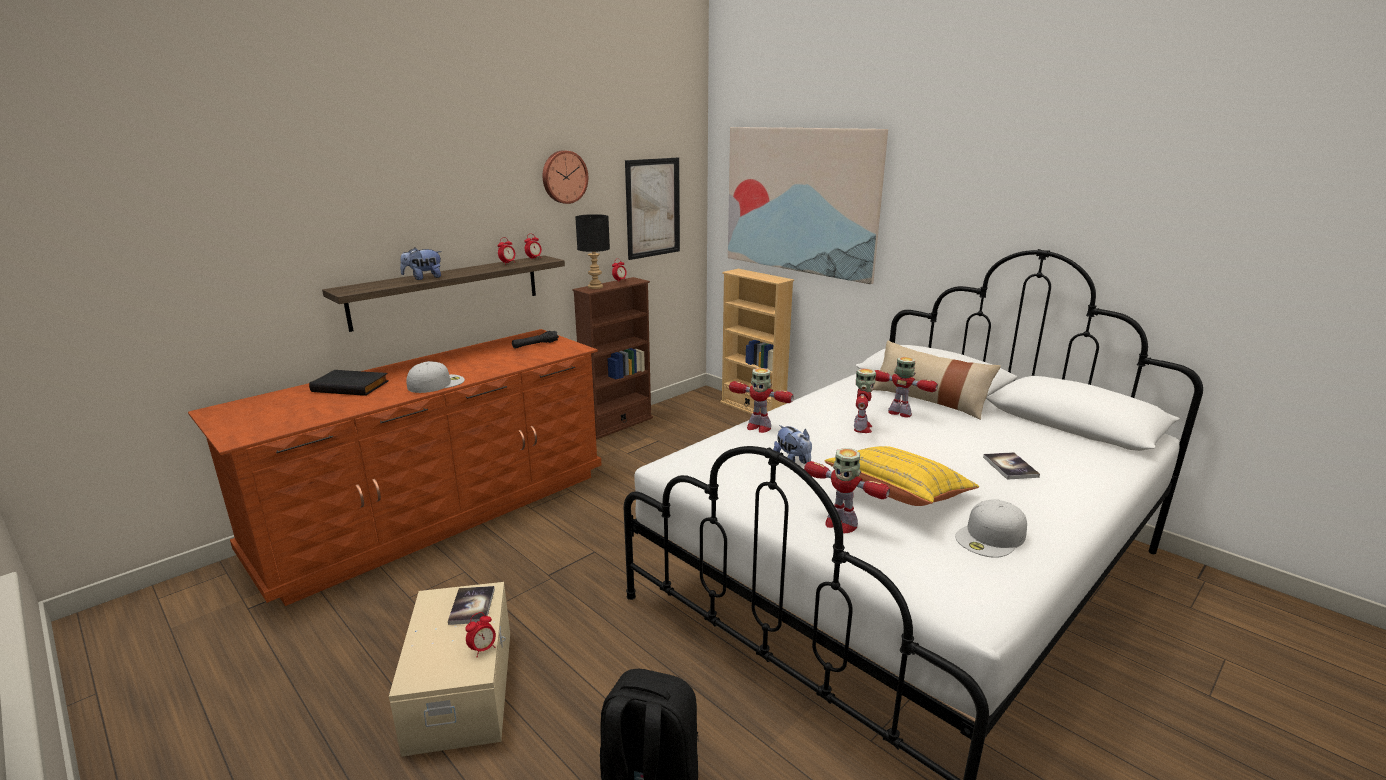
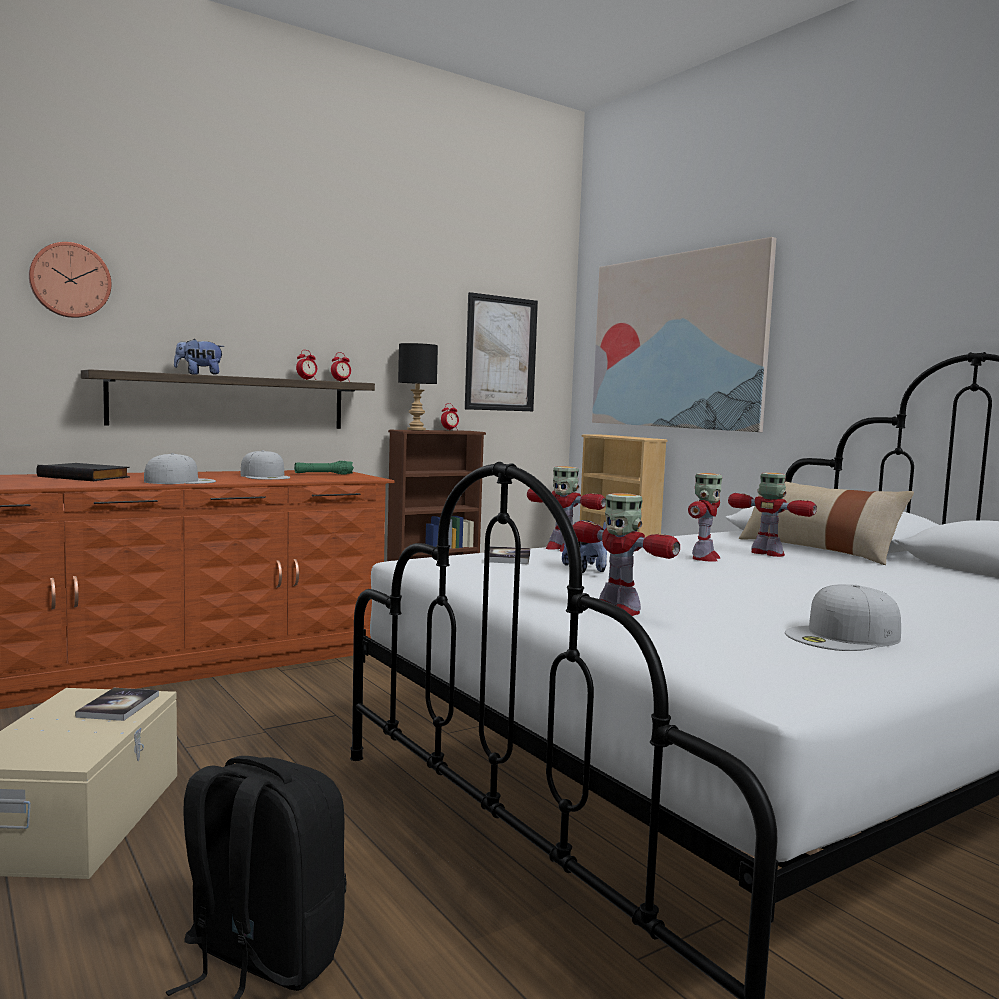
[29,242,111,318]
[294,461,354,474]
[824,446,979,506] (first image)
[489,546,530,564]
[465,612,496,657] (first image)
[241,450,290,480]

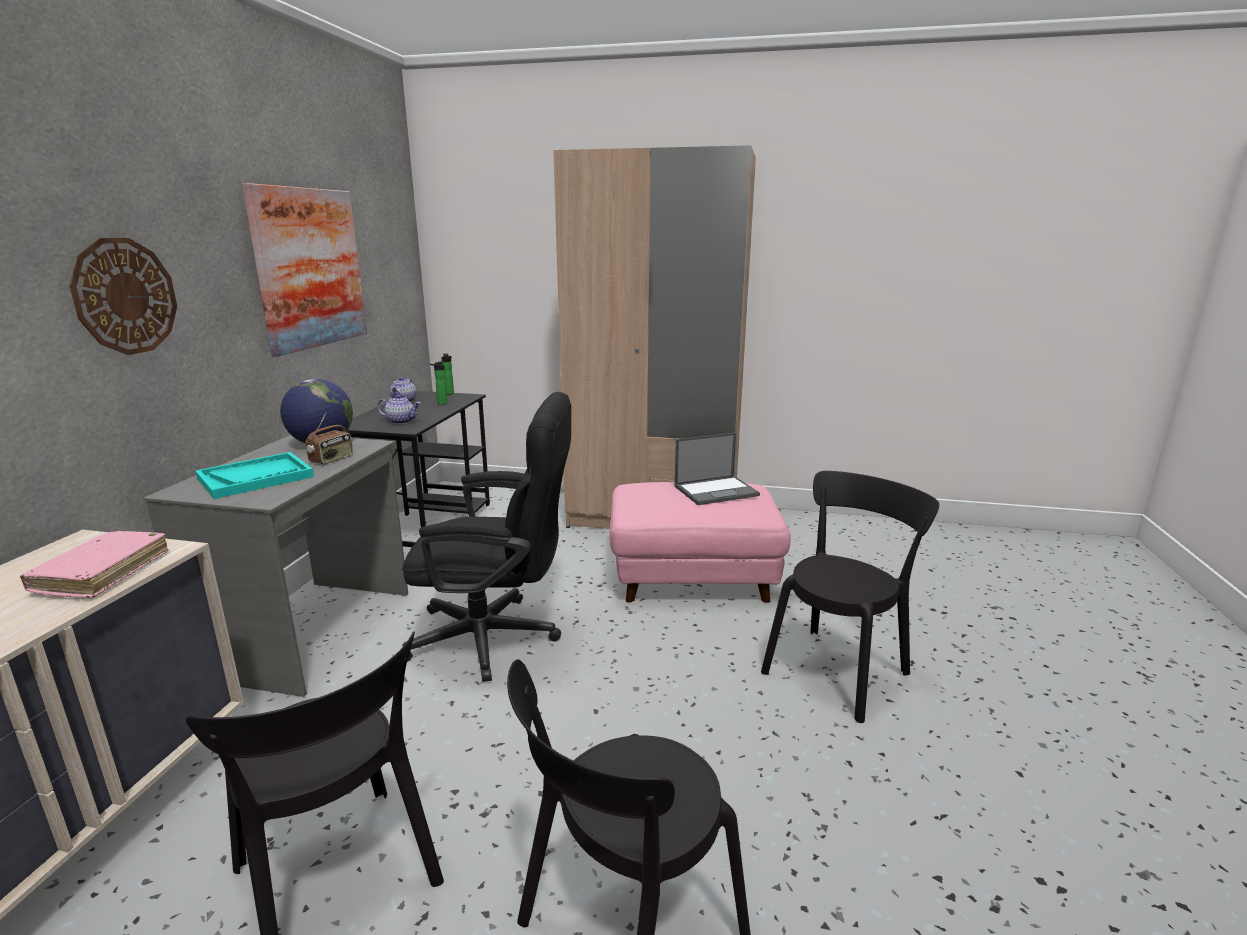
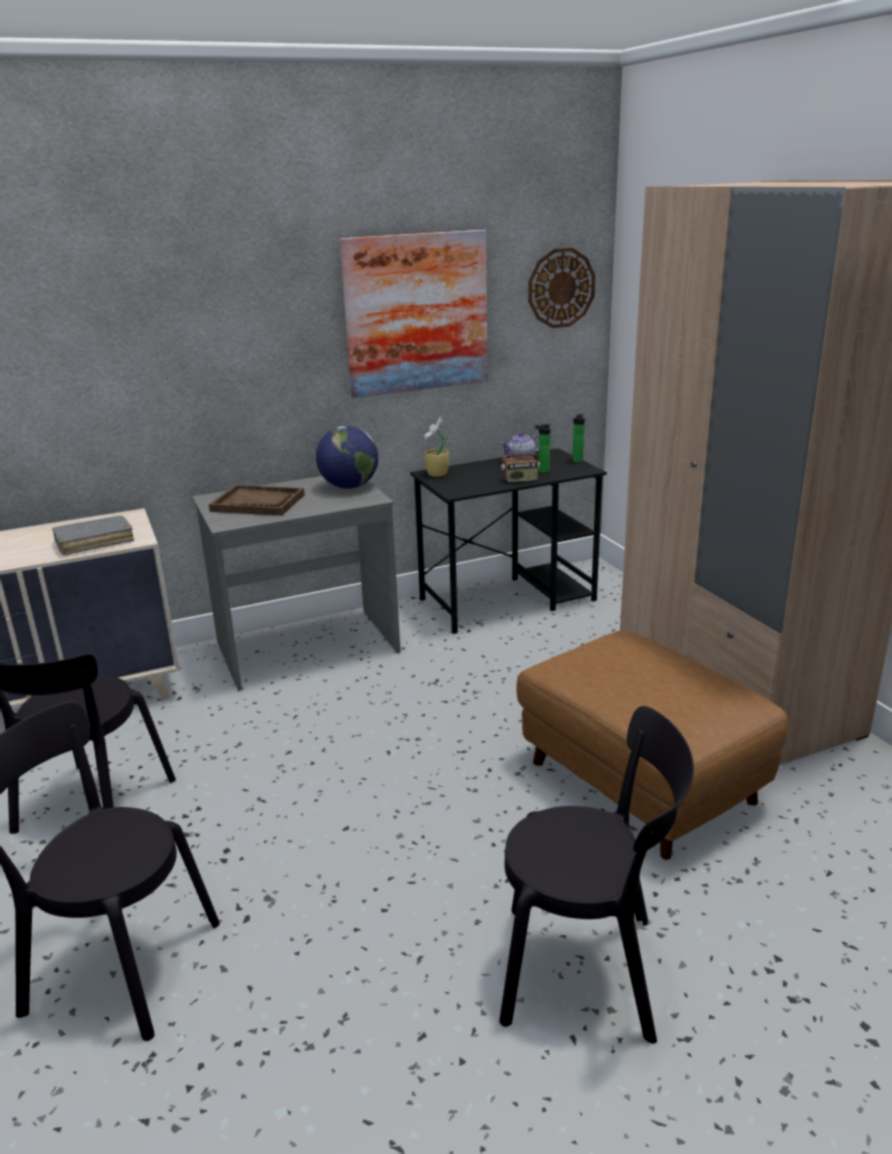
[528,248,595,328]
[402,392,571,682] (first image)
[377,395,421,424] (first image)
[501,440,540,482]
[675,433,760,505] (first image)
[209,485,305,516]
[516,630,789,860]
[52,516,134,555]
[423,416,449,477]

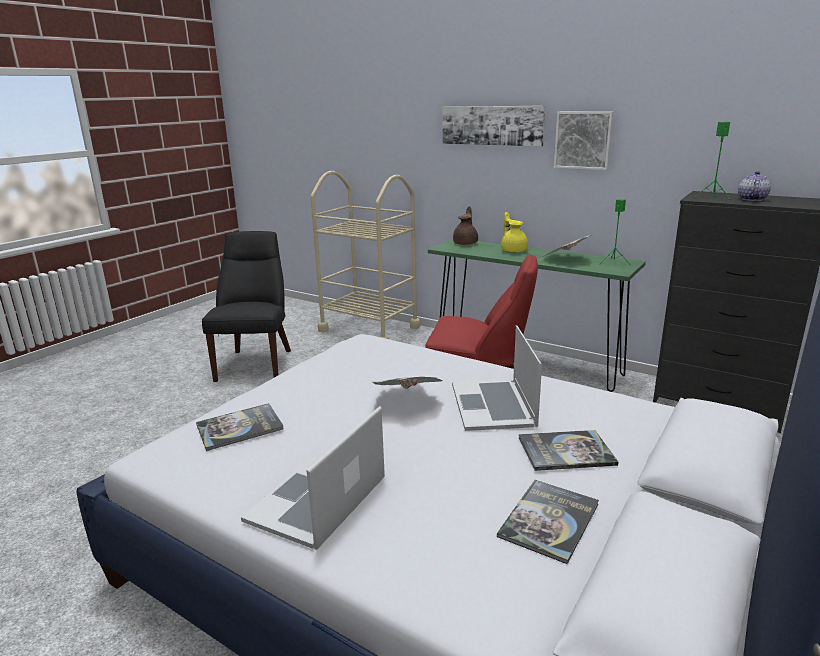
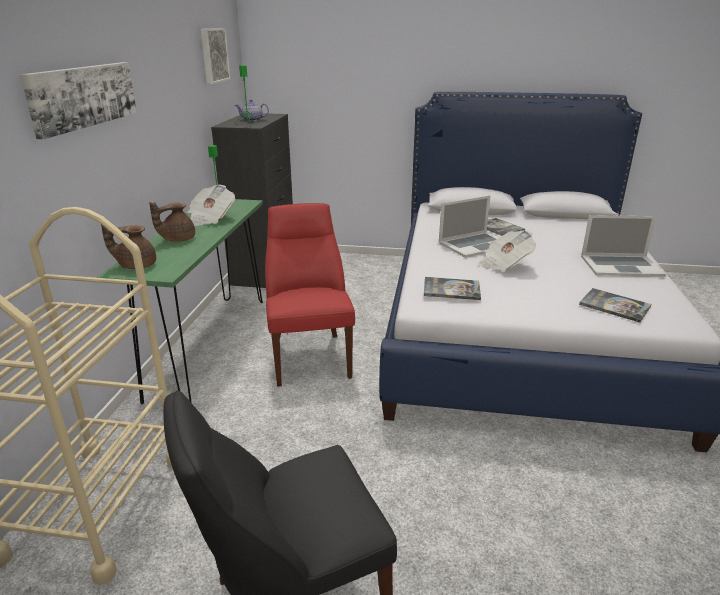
[201,28,231,84]
[149,202,195,242]
[424,277,481,300]

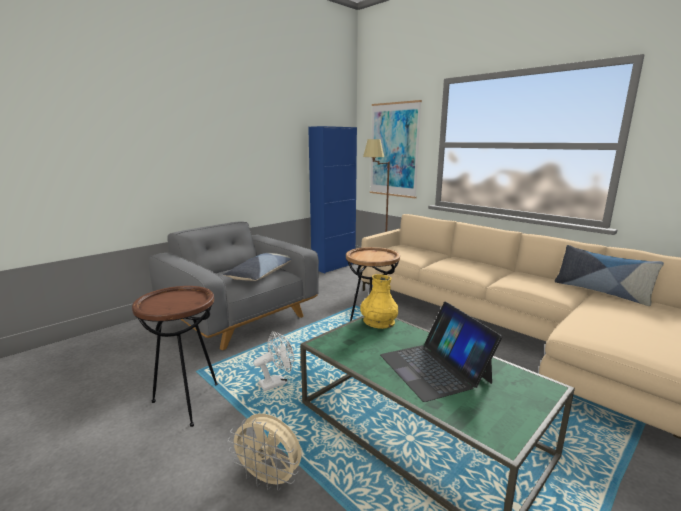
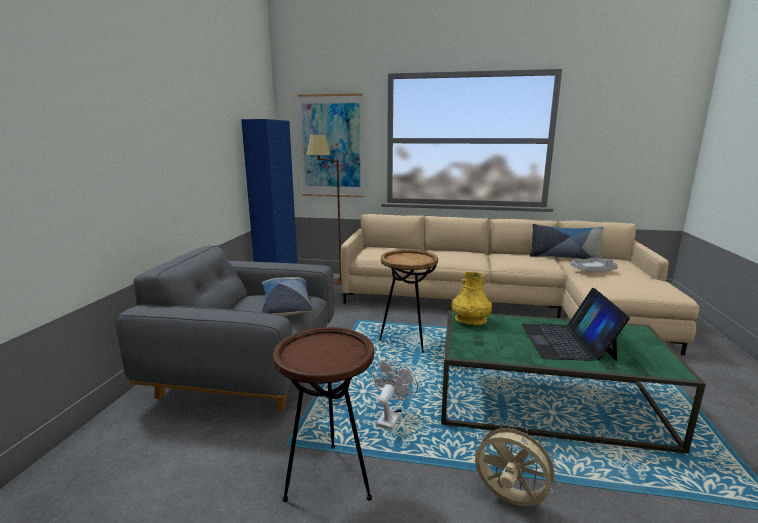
[521,288,630,361]
[475,422,561,506]
[570,258,618,271]

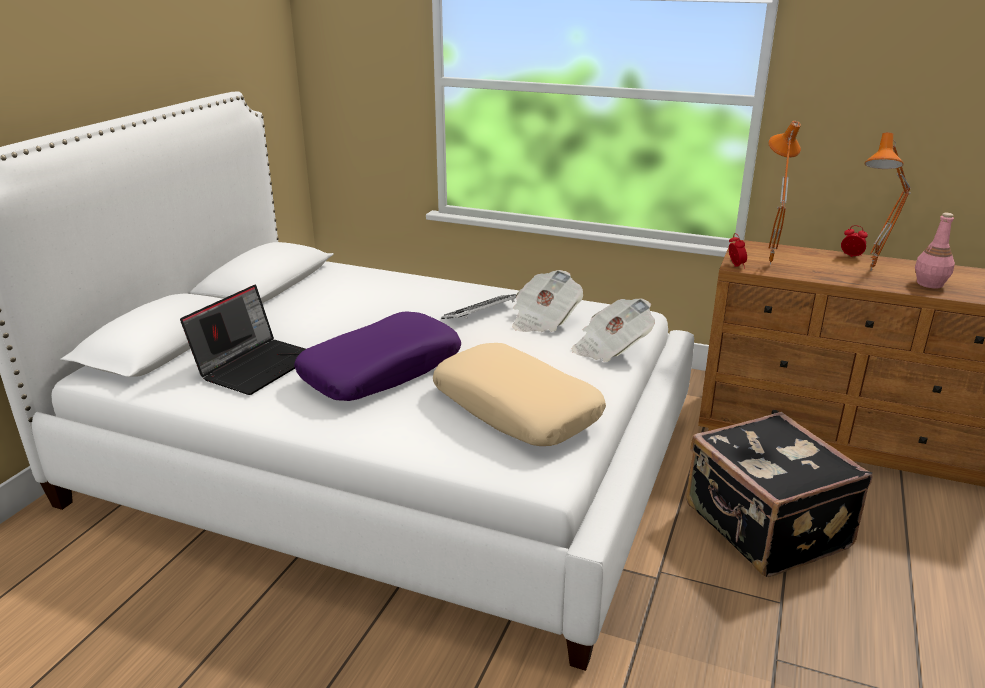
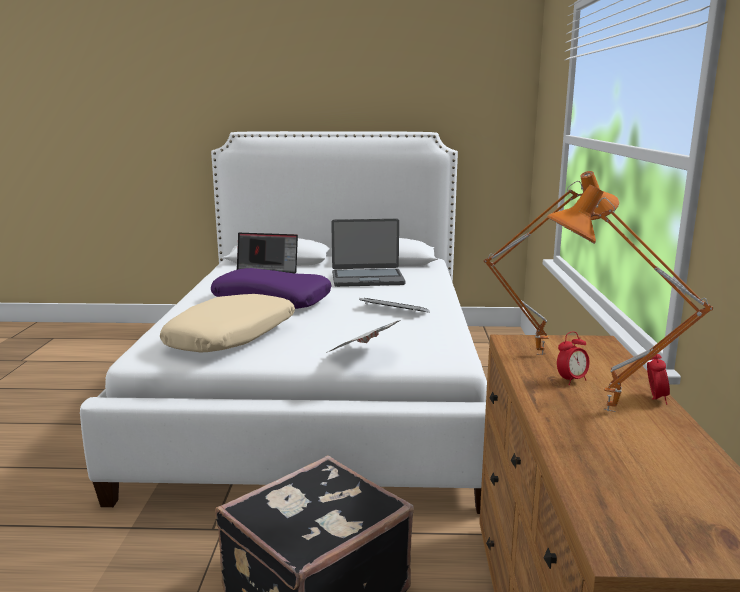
[915,213,955,289] (first image)
[557,331,590,385]
[512,270,583,332] (first image)
[331,219,406,287]

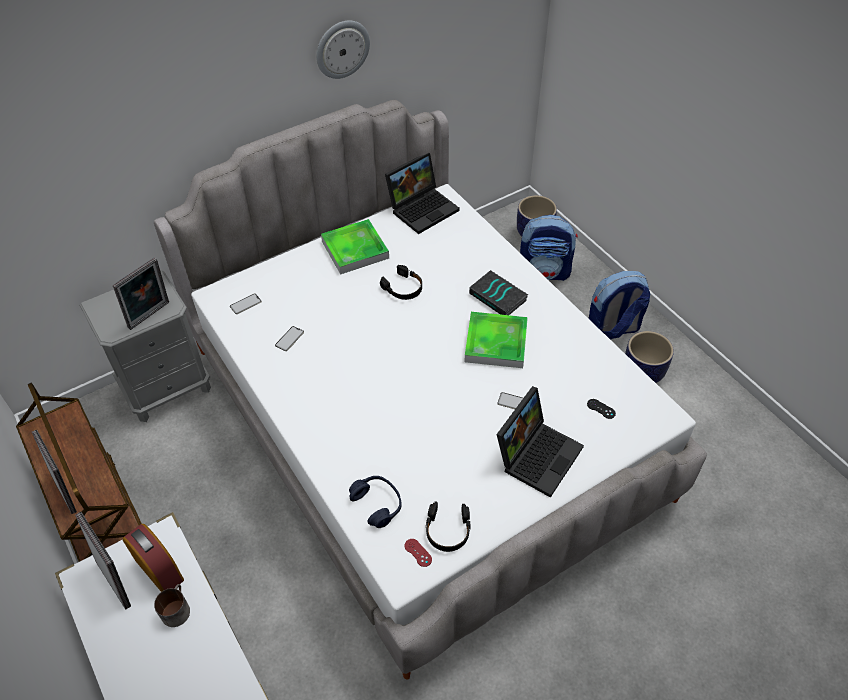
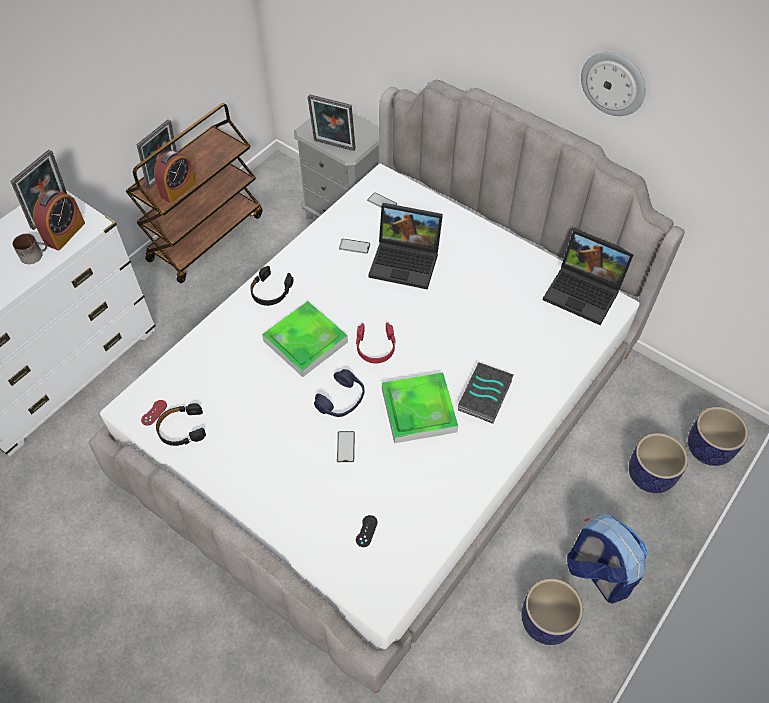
[629,433,688,493]
[262,301,348,377]
[250,266,293,306]
[368,203,443,290]
[314,369,365,417]
[154,150,196,203]
[356,322,395,364]

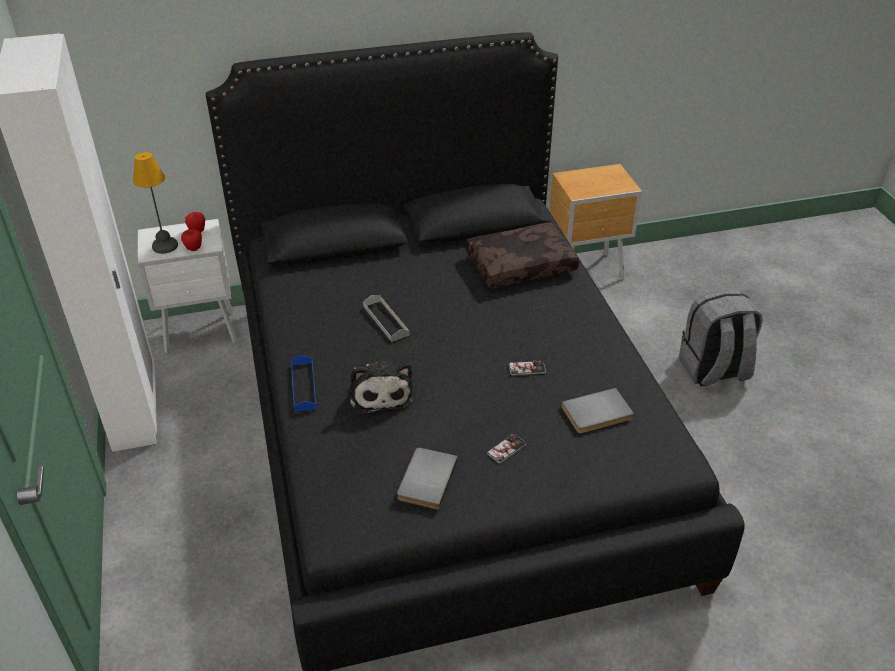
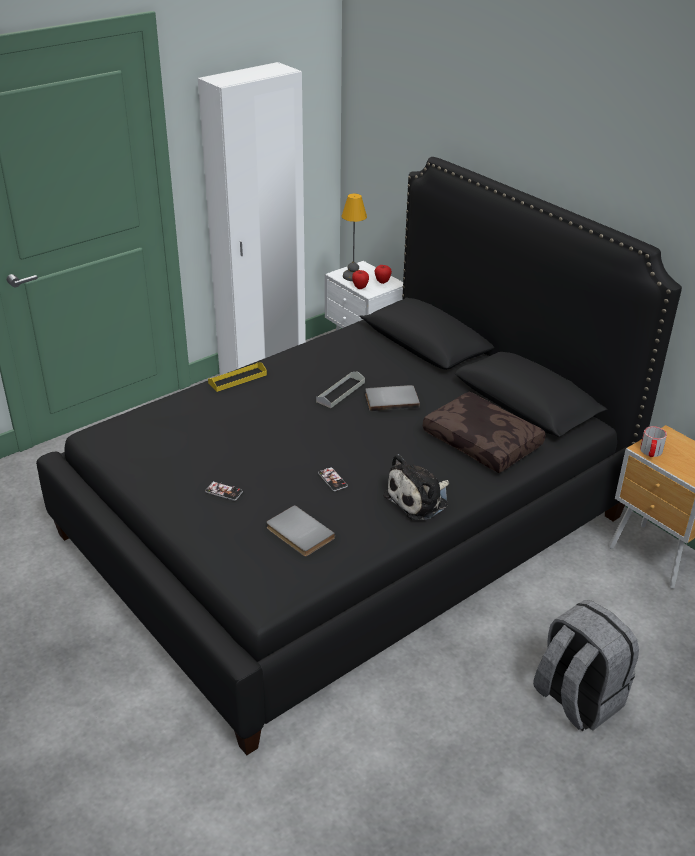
[208,362,267,392]
[383,454,449,520]
[365,385,420,411]
[640,426,667,457]

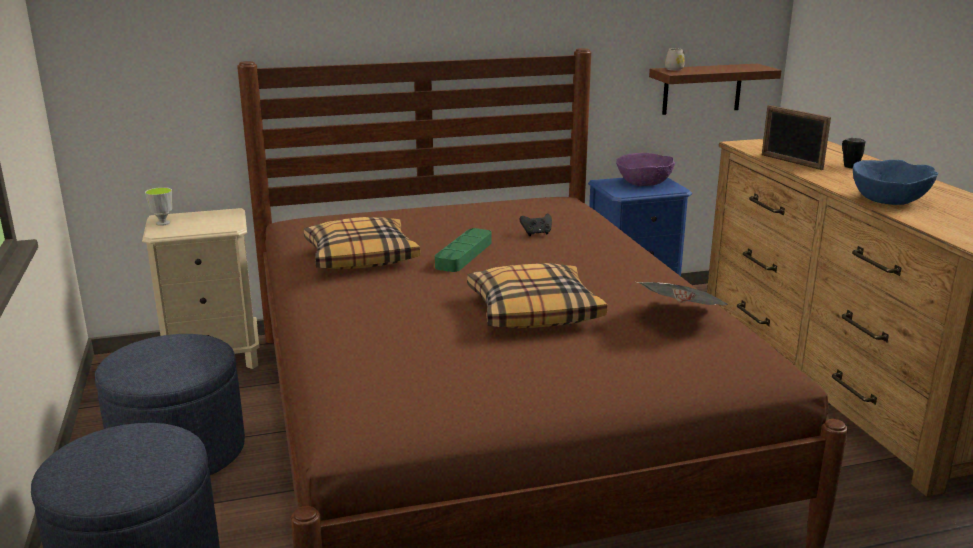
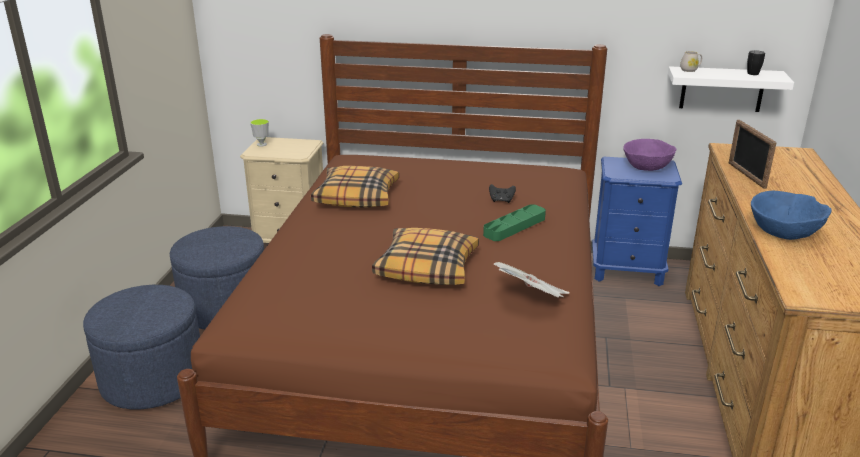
[668,66,794,112]
[747,50,765,75]
[483,204,546,241]

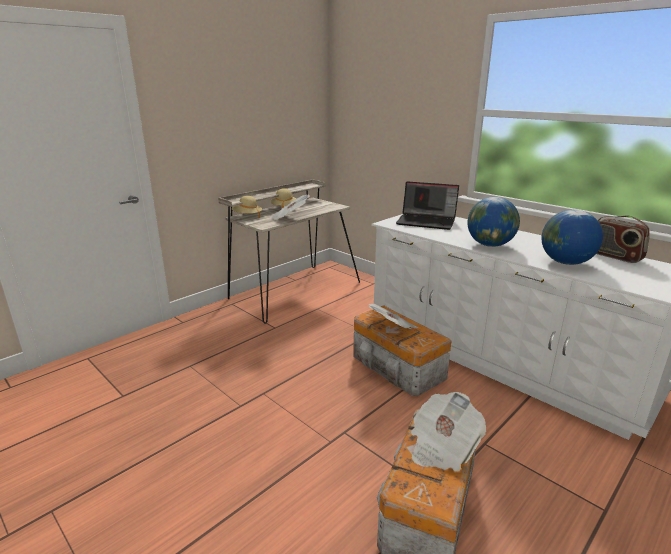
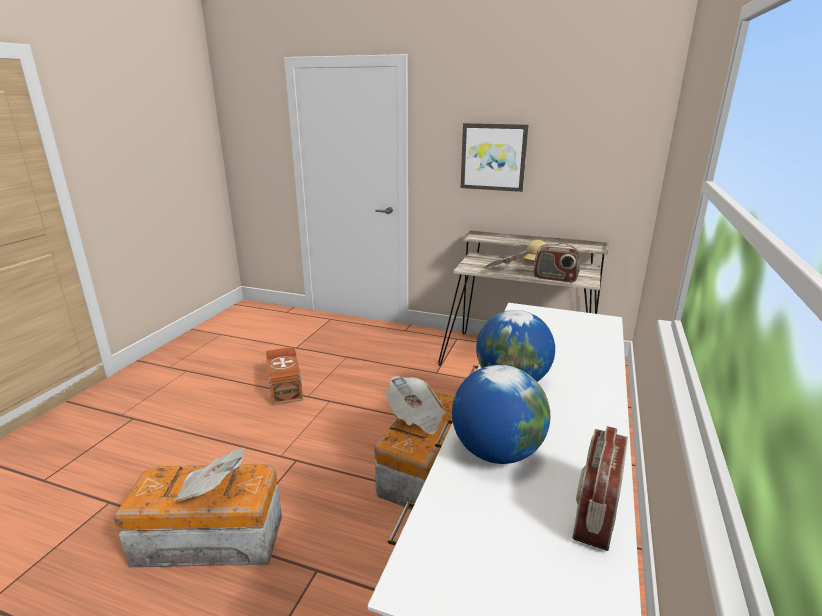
[396,181,459,230] (first image)
[232,195,262,218] (first image)
[461,123,528,192]
[533,243,580,283]
[266,347,303,405]

